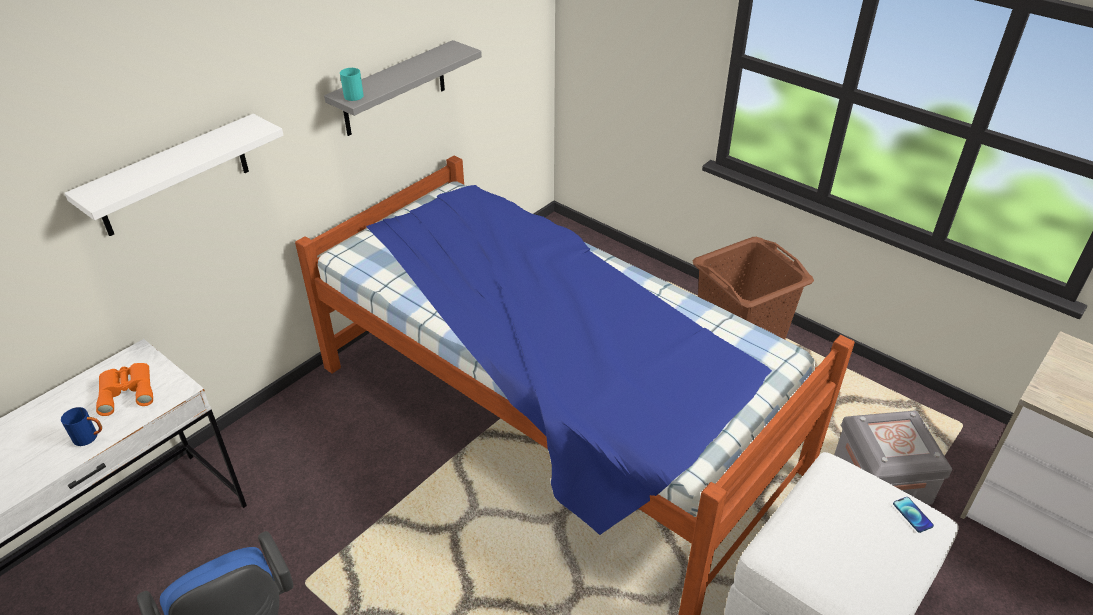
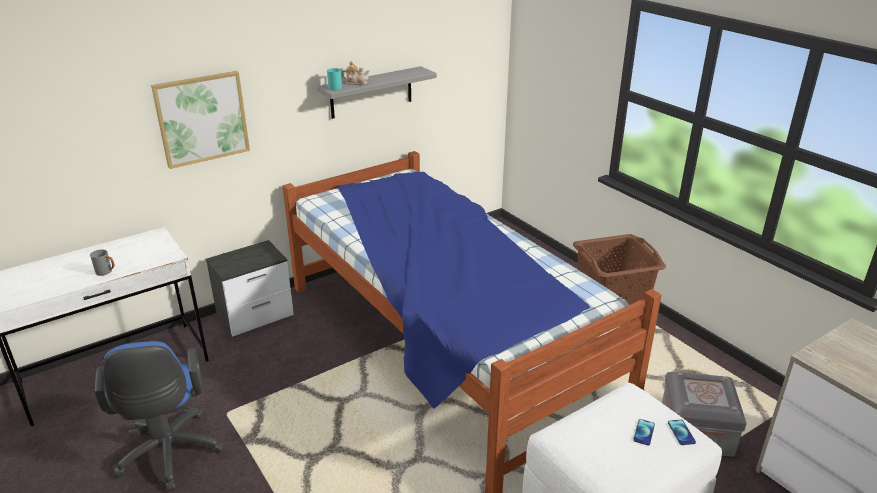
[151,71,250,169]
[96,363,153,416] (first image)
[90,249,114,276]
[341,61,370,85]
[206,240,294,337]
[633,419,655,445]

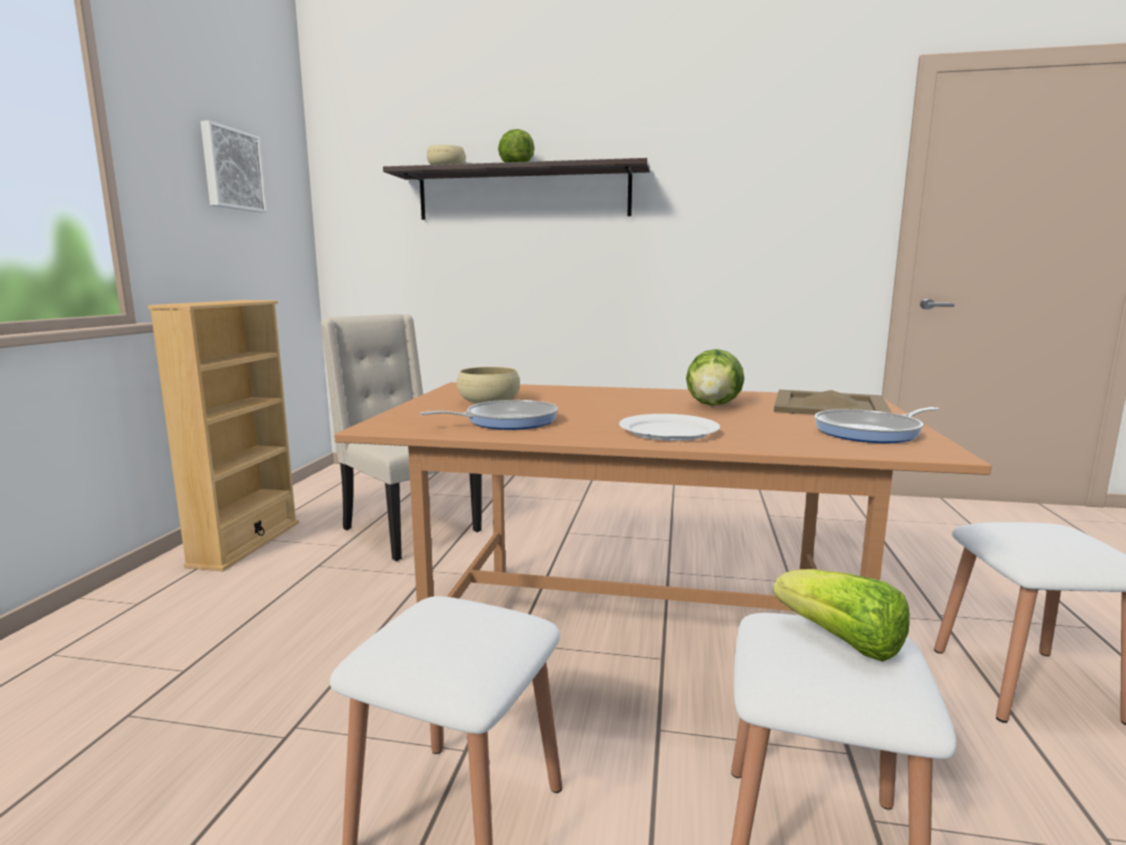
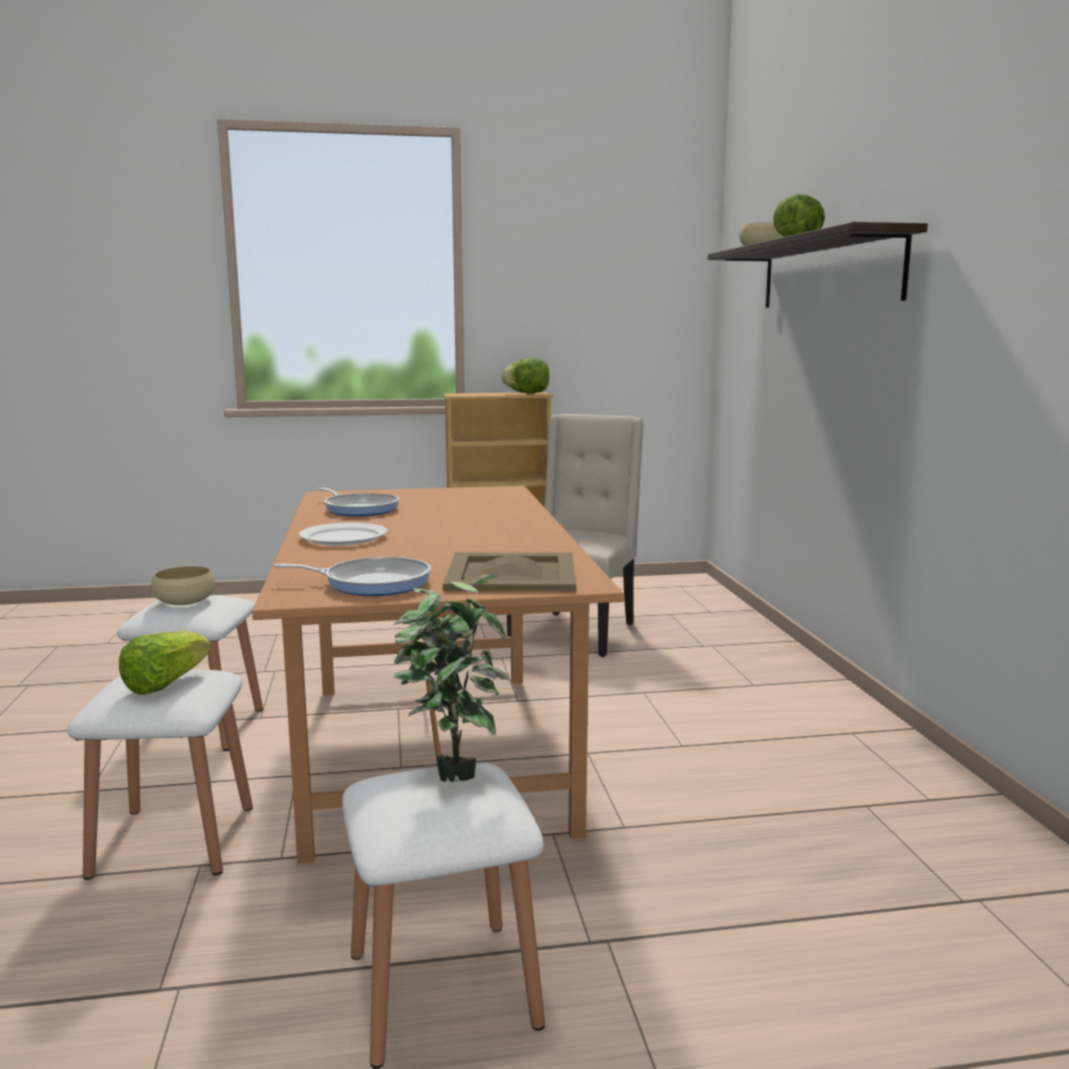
[200,120,267,213] (first image)
[501,358,549,394]
[151,566,215,605]
[274,557,431,596]
[393,573,509,782]

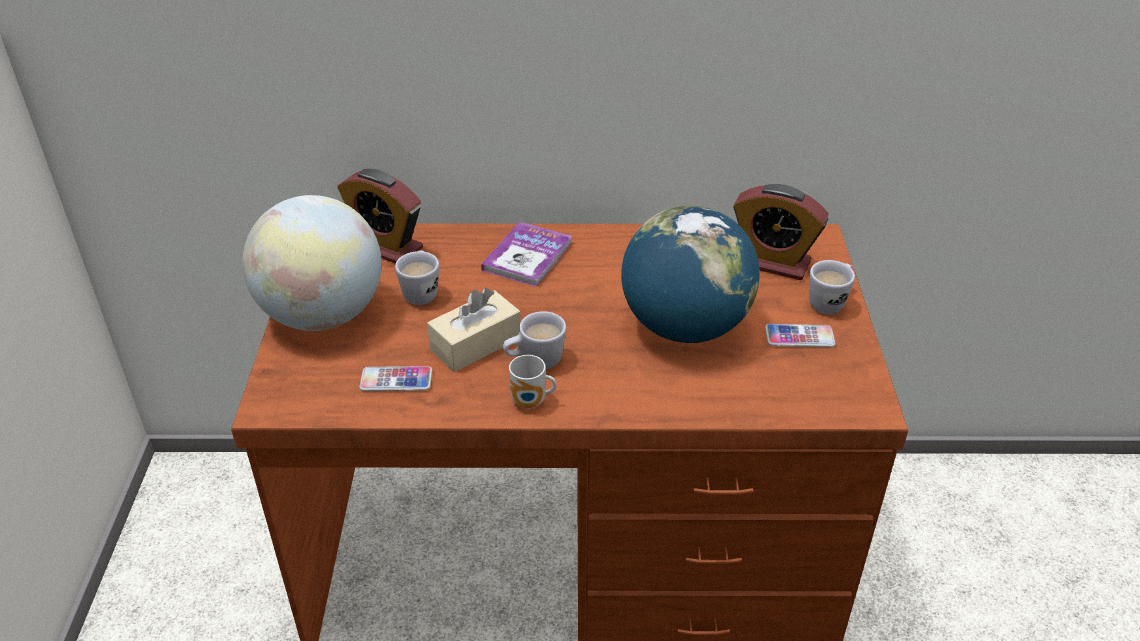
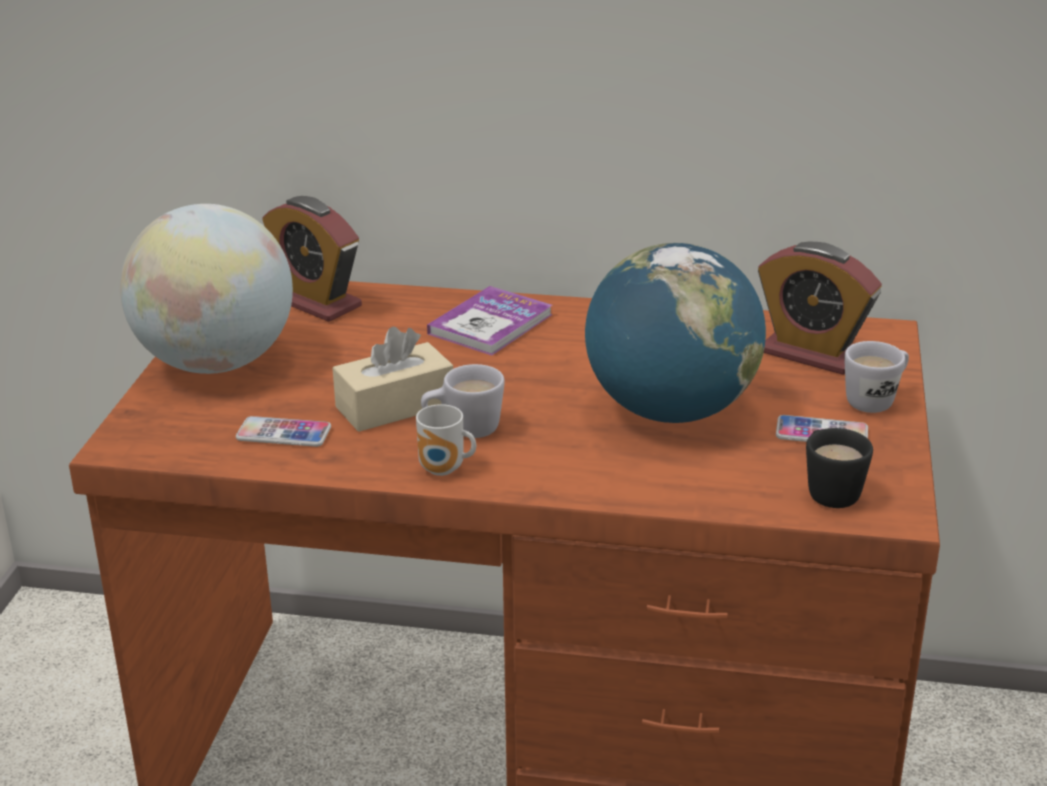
[395,251,439,305] (first image)
[806,428,873,508]

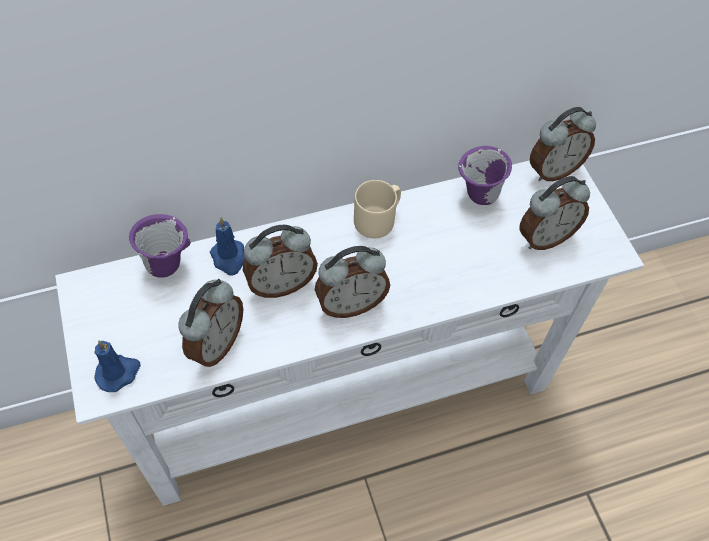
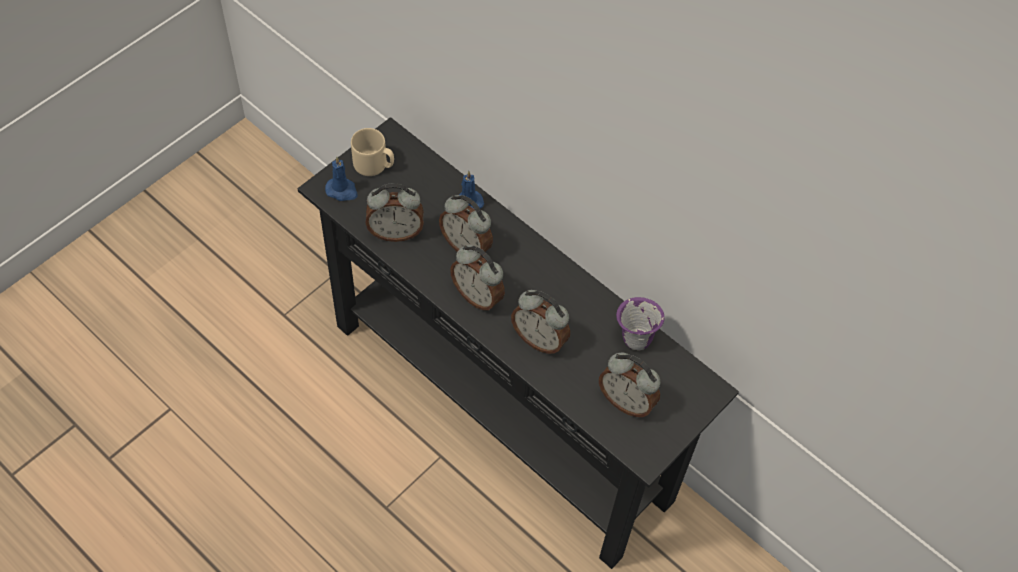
[511,290,570,354]
[298,117,739,569]
[351,128,394,176]
[129,214,191,278] (first image)

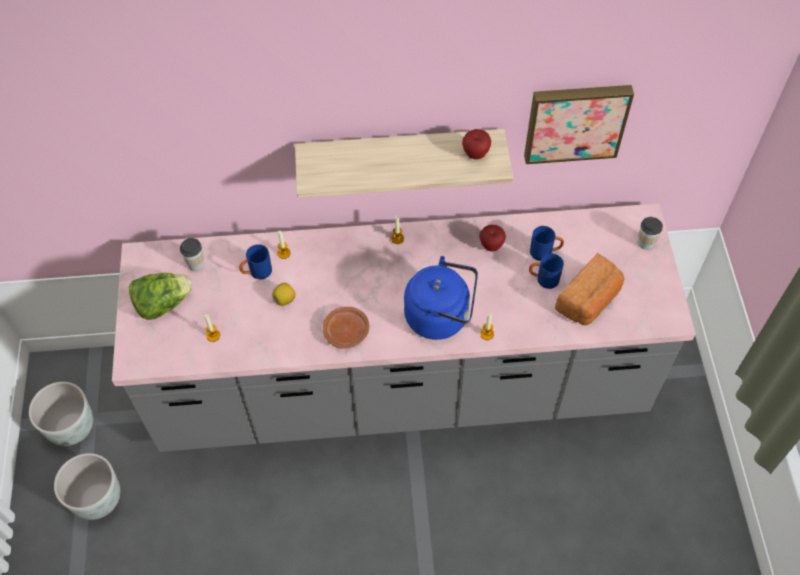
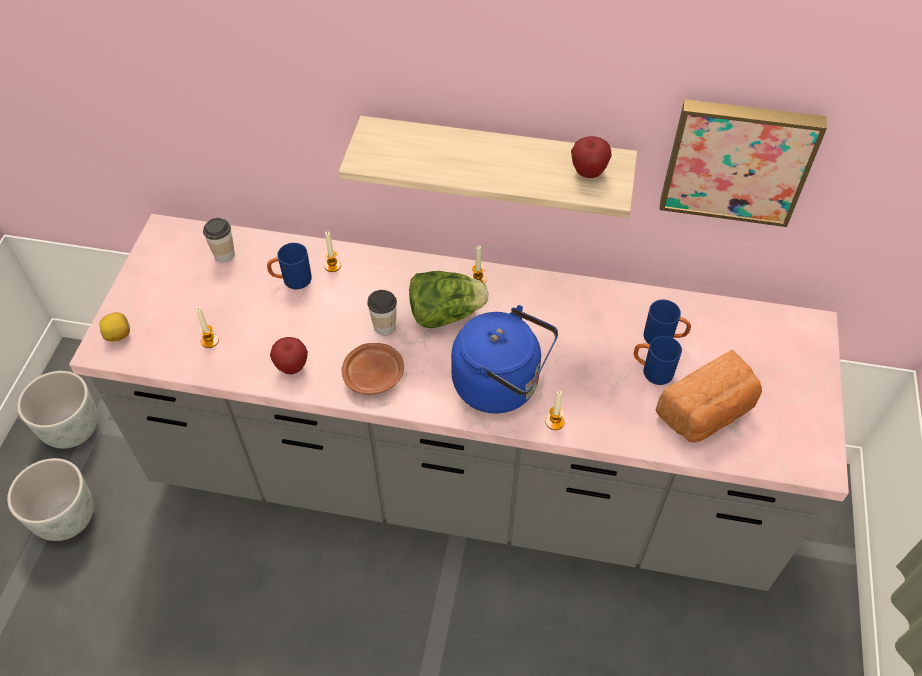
[367,290,397,336]
[270,337,308,374]
[409,271,488,328]
[100,312,130,342]

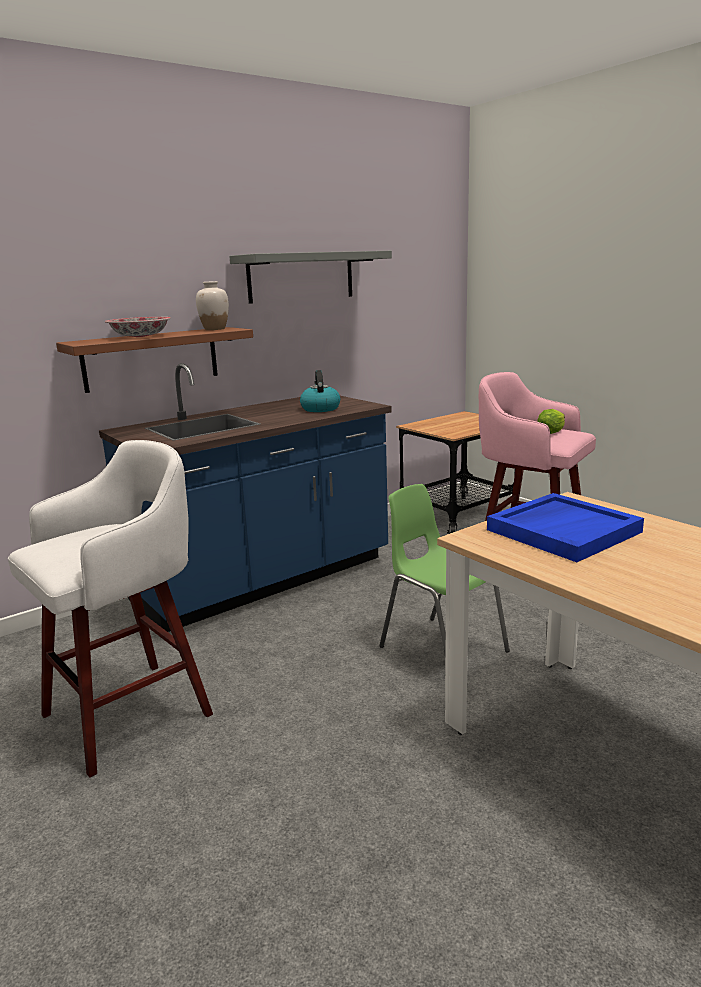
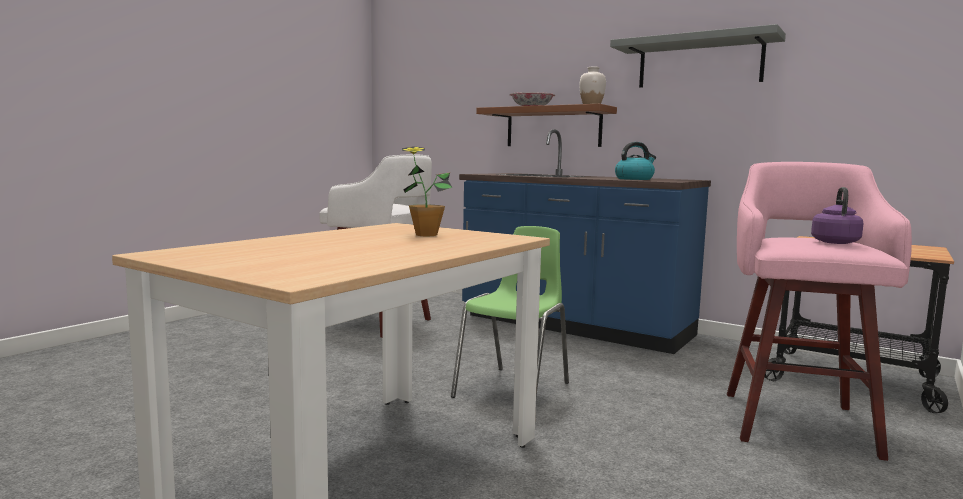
[811,187,864,244]
[402,146,453,237]

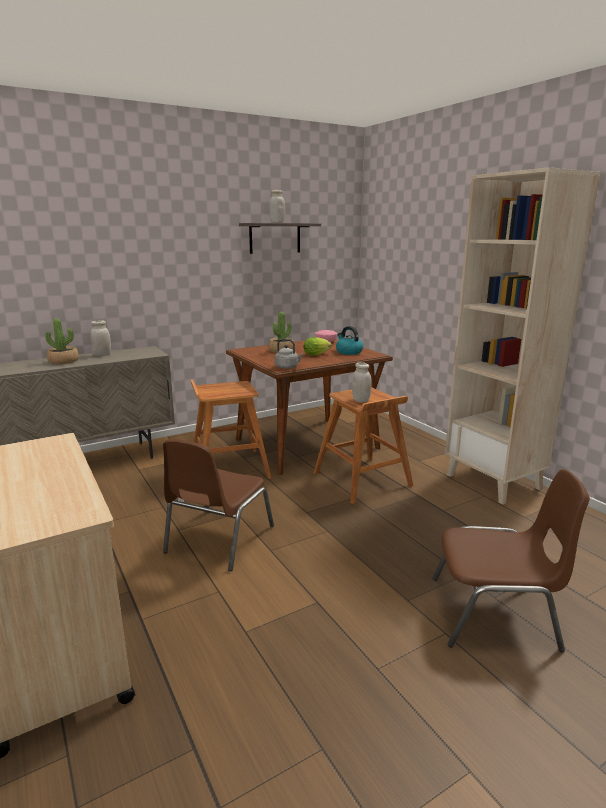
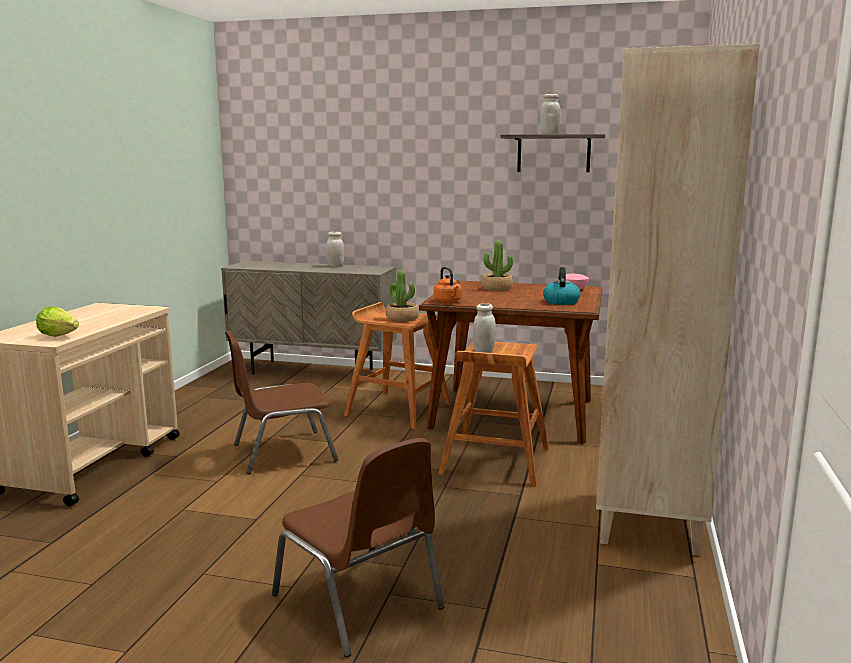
[386,270,419,322]
[36,307,79,337]
[434,267,462,303]

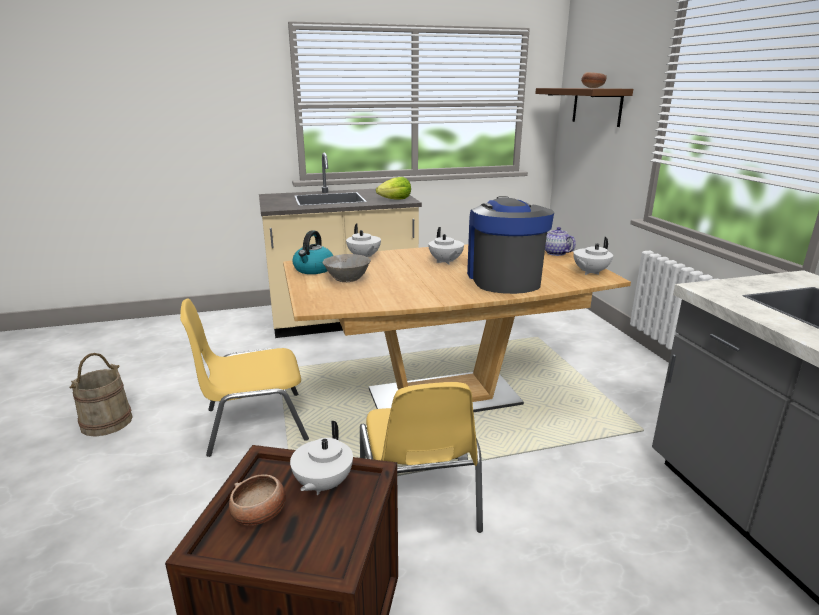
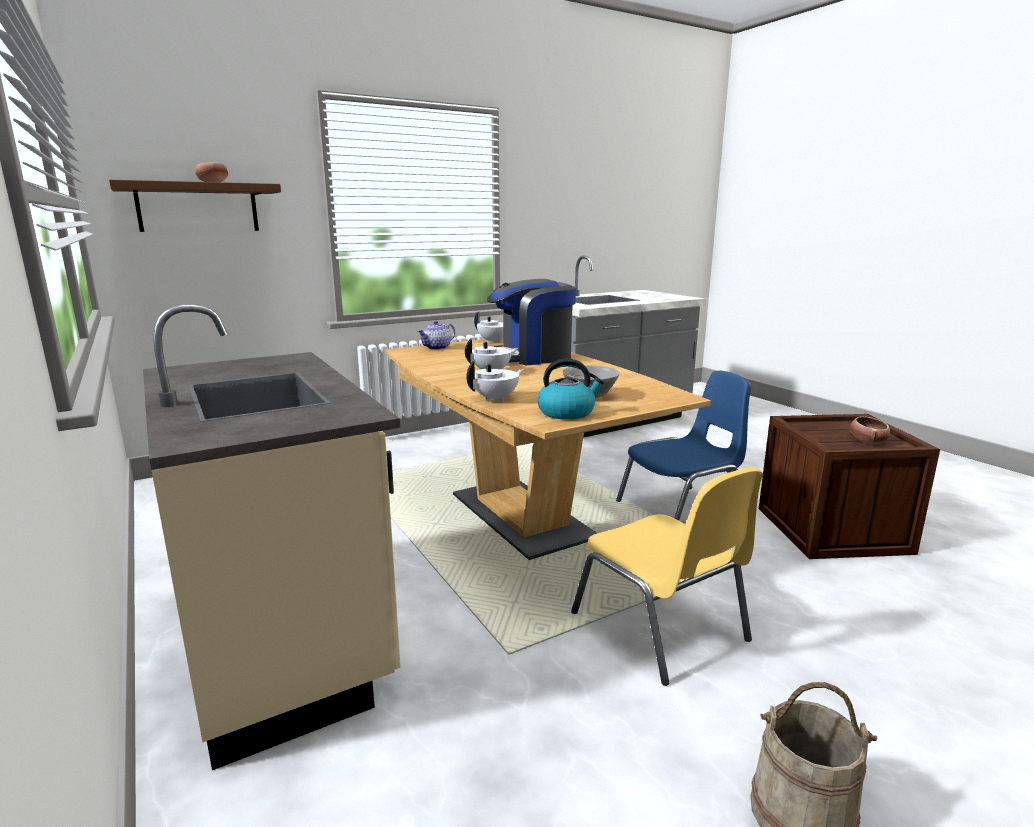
[376,177,411,200] (first image)
[616,371,751,520]
[290,421,353,495] (first image)

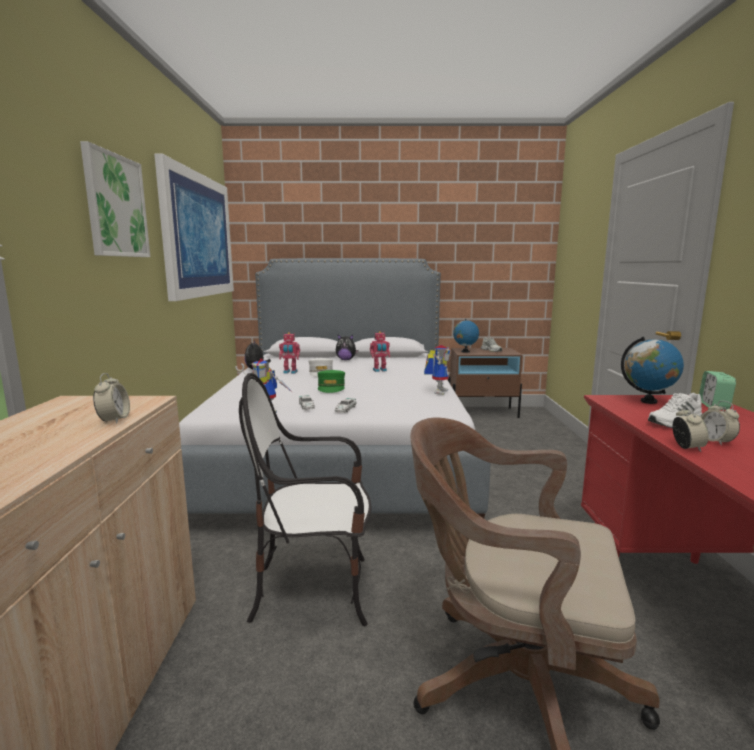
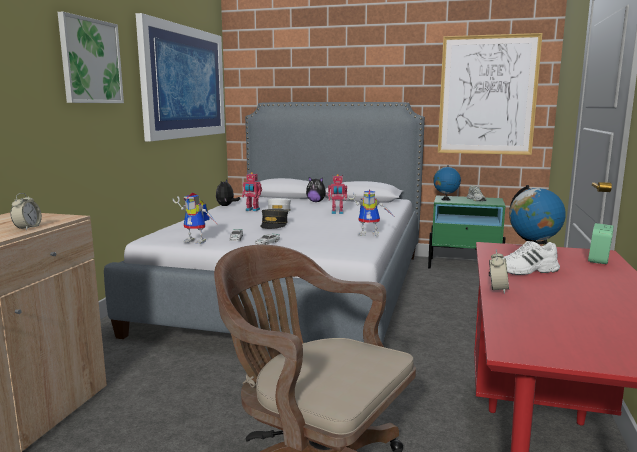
[347,188,394,236]
[428,195,506,268]
[260,209,288,229]
[239,373,372,626] (first image)
[700,401,740,446] (first image)
[438,33,542,155]

